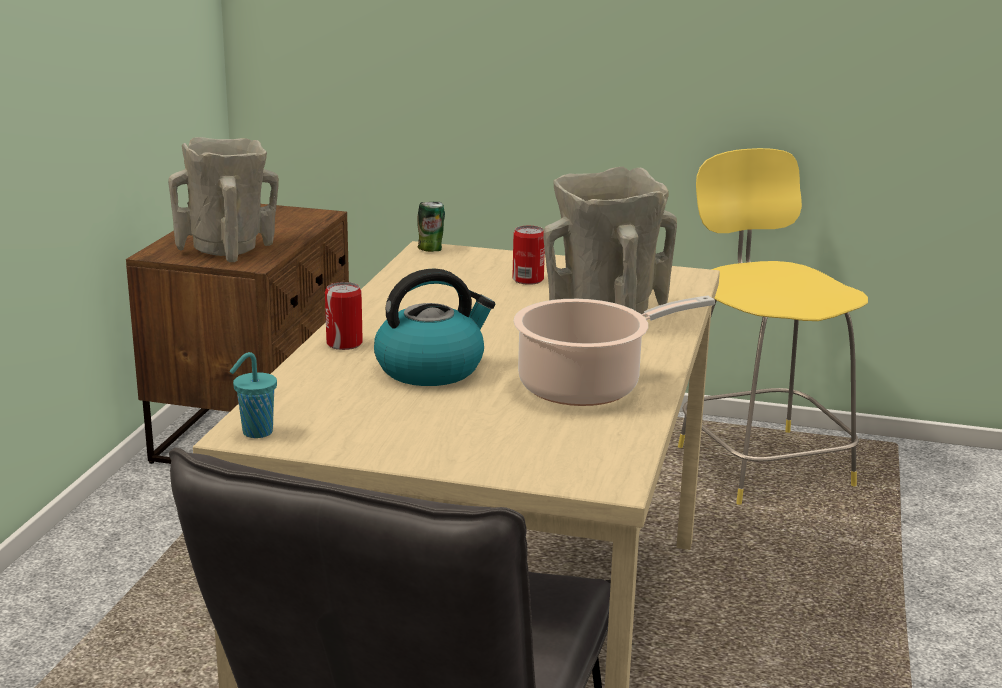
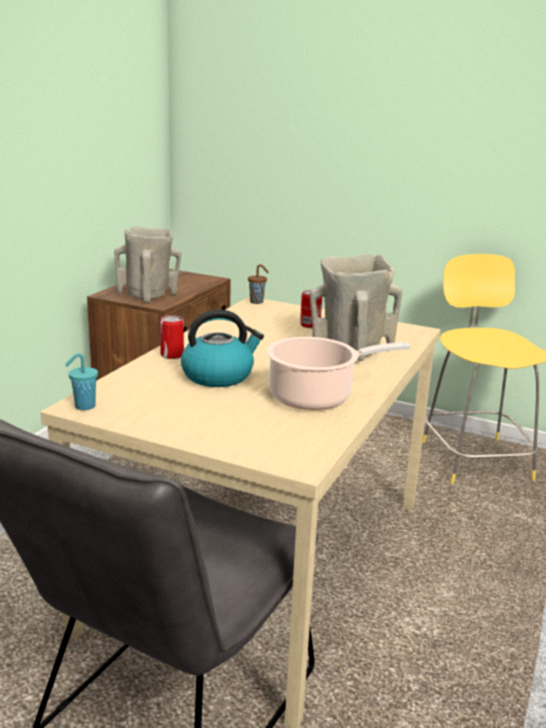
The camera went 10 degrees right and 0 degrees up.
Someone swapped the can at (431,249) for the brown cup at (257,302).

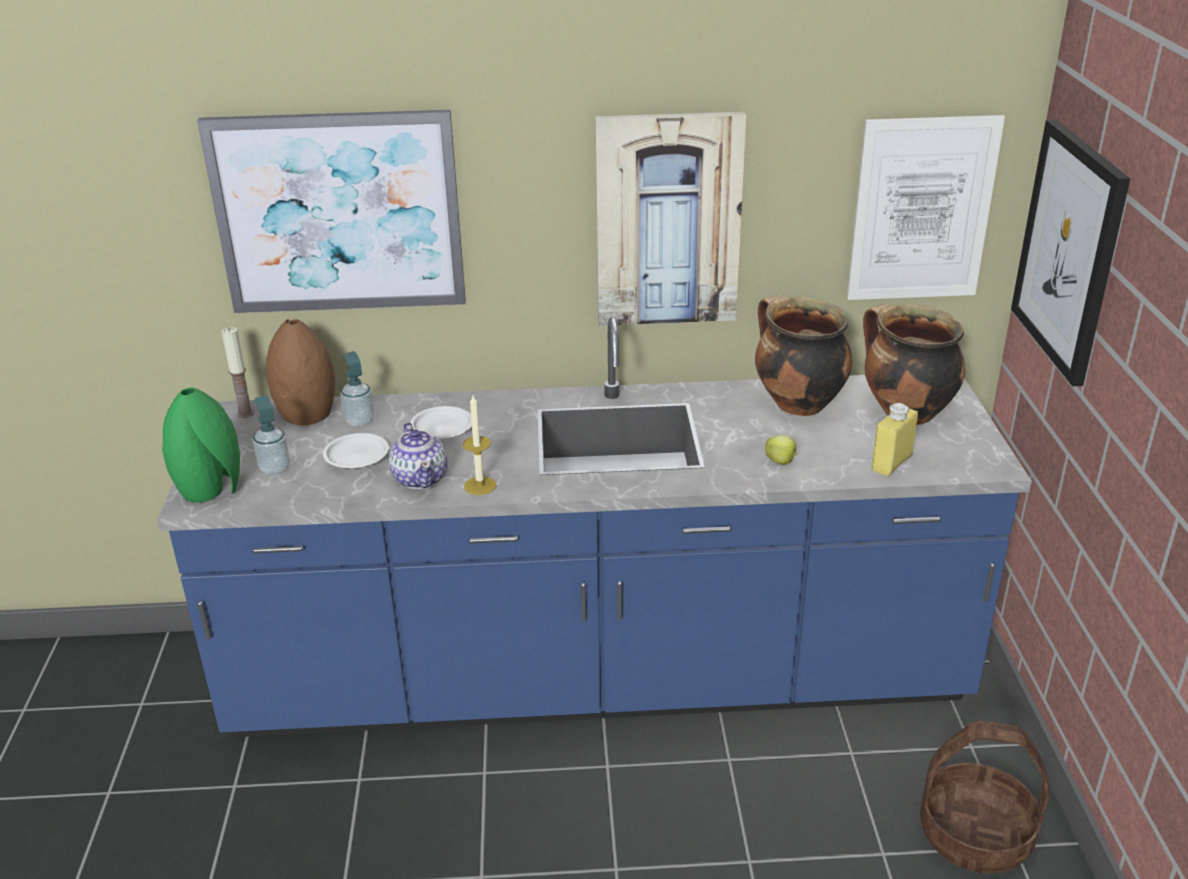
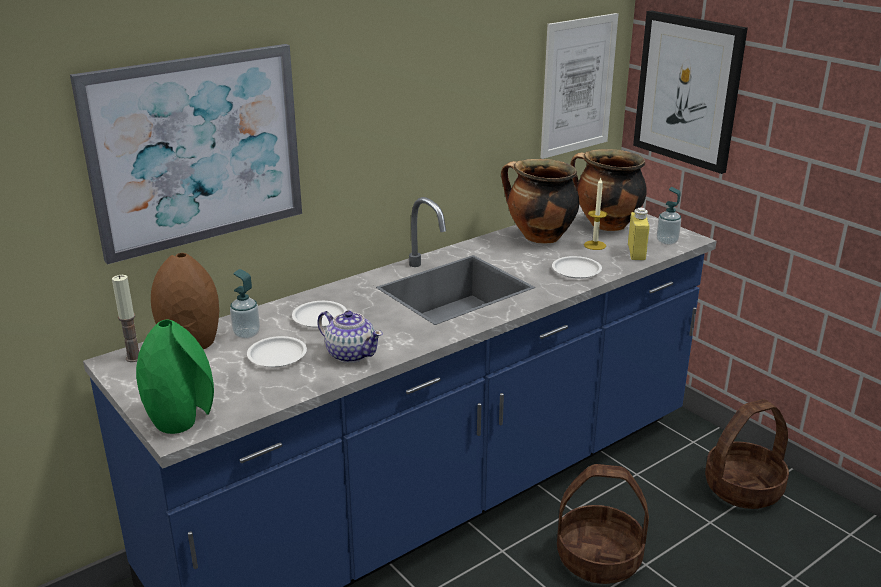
The camera went 35 degrees left and 5 degrees down.
Someone took away the picture at (668,220).
Someone put down the basket at (599,558).
Someone carried the soap dispenser from (275,469) to (667,241).
Someone carried the candle from (480,485) to (595,245).
Someone swapped the apple fruit at (781,462) for the white-coloured dinner plate at (576,270).

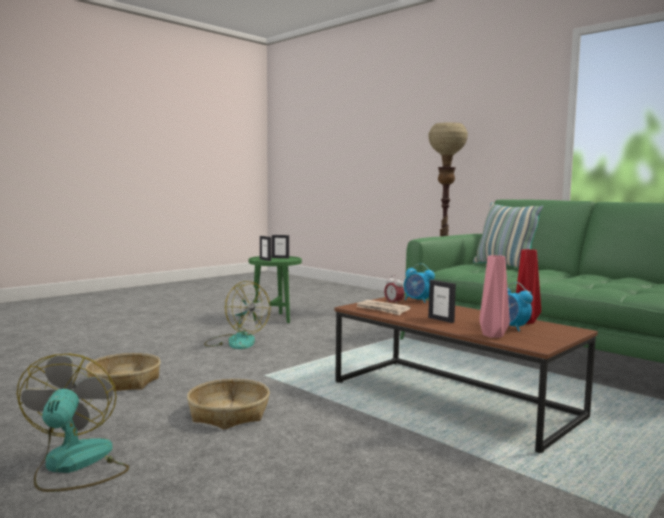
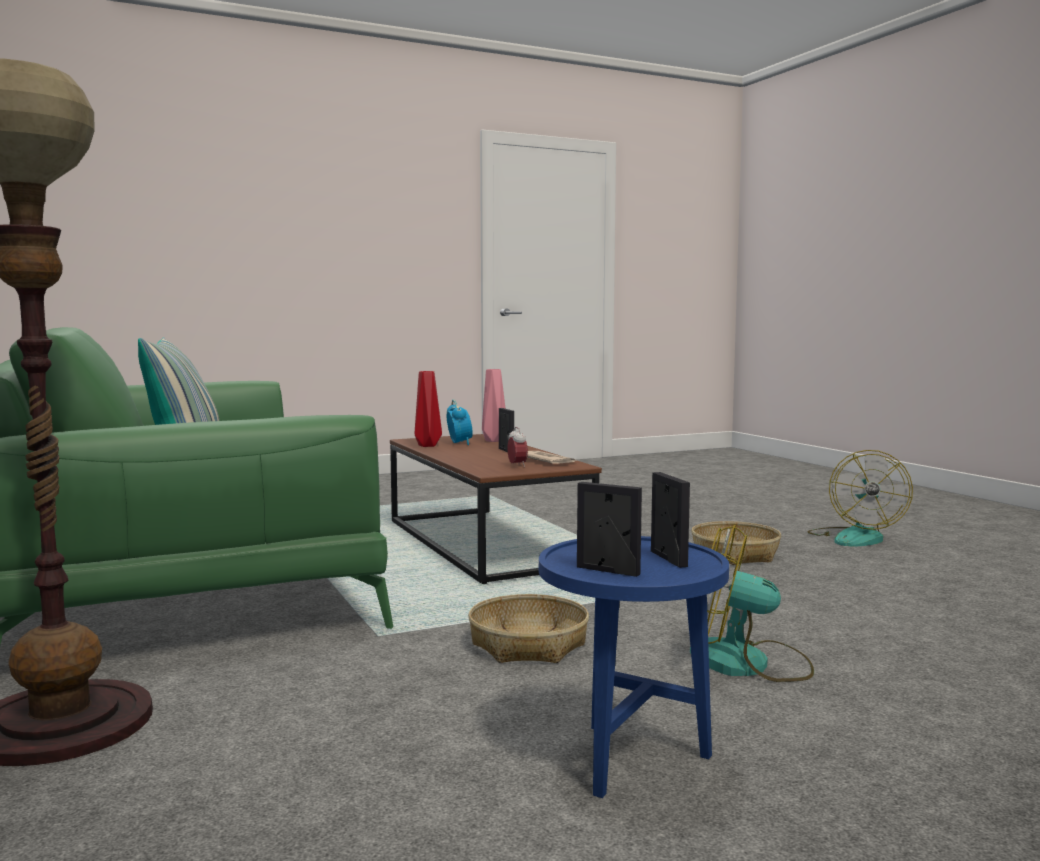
The camera went 160 degrees left and 0 degrees up.
Someone took away the table clock at (417,301).
Someone carried the basket from (125,381) to (528,644).
Someone repainted the greenish accent table at (275,318), which became the bluish accent table at (629,763).
Someone rotated the fan at (236,341) by 45 degrees counterclockwise.

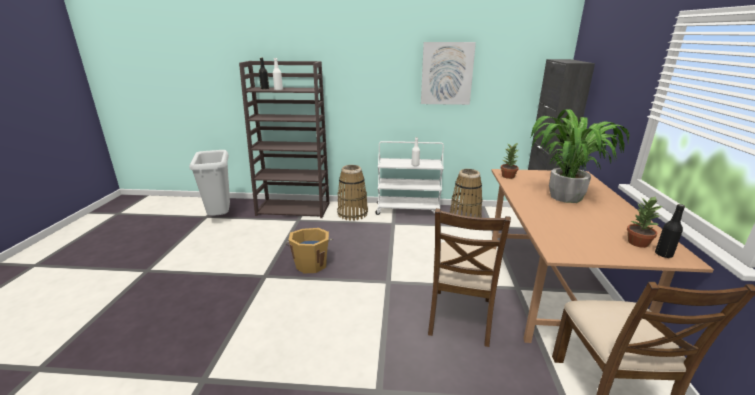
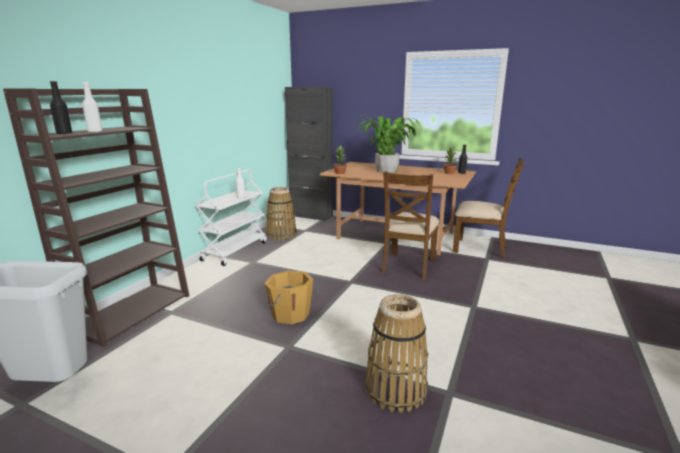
The camera went 70 degrees left and 5 degrees down.
Someone took away the picture at (447,73).
Someone carried the basket from (352,213) to (395,390).
Someone rotated the brown plain chair at (460,316) by 75 degrees clockwise.

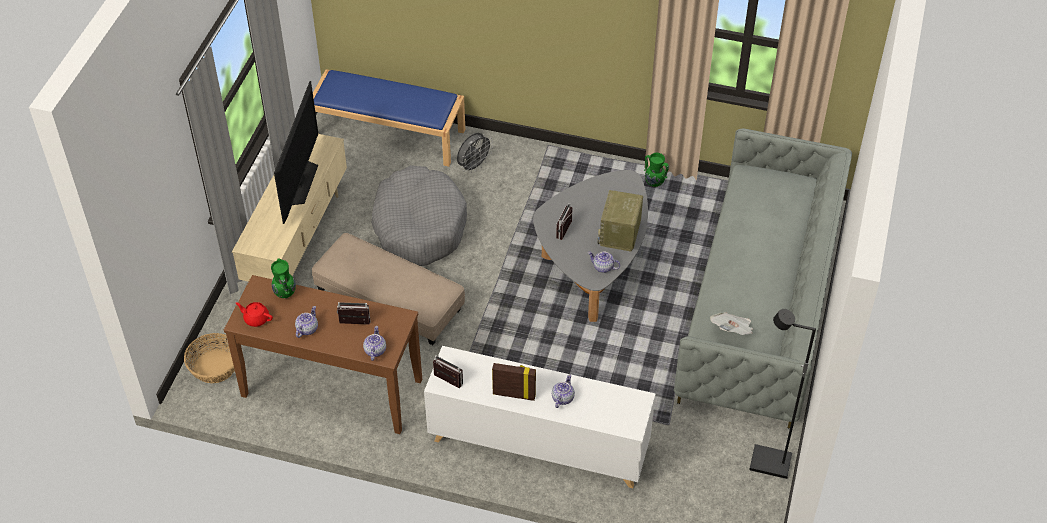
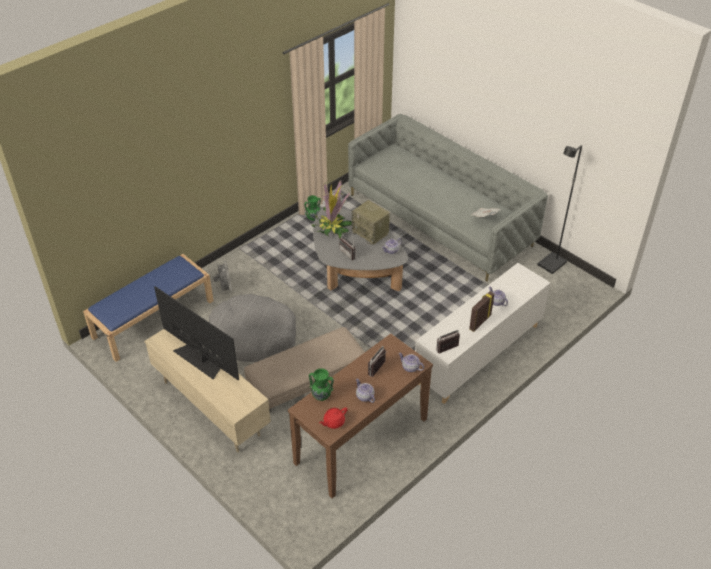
The camera went 60 degrees left and 5 degrees down.
Someone took away the basket at (214,366).
Someone put down the potted plant at (331,228).

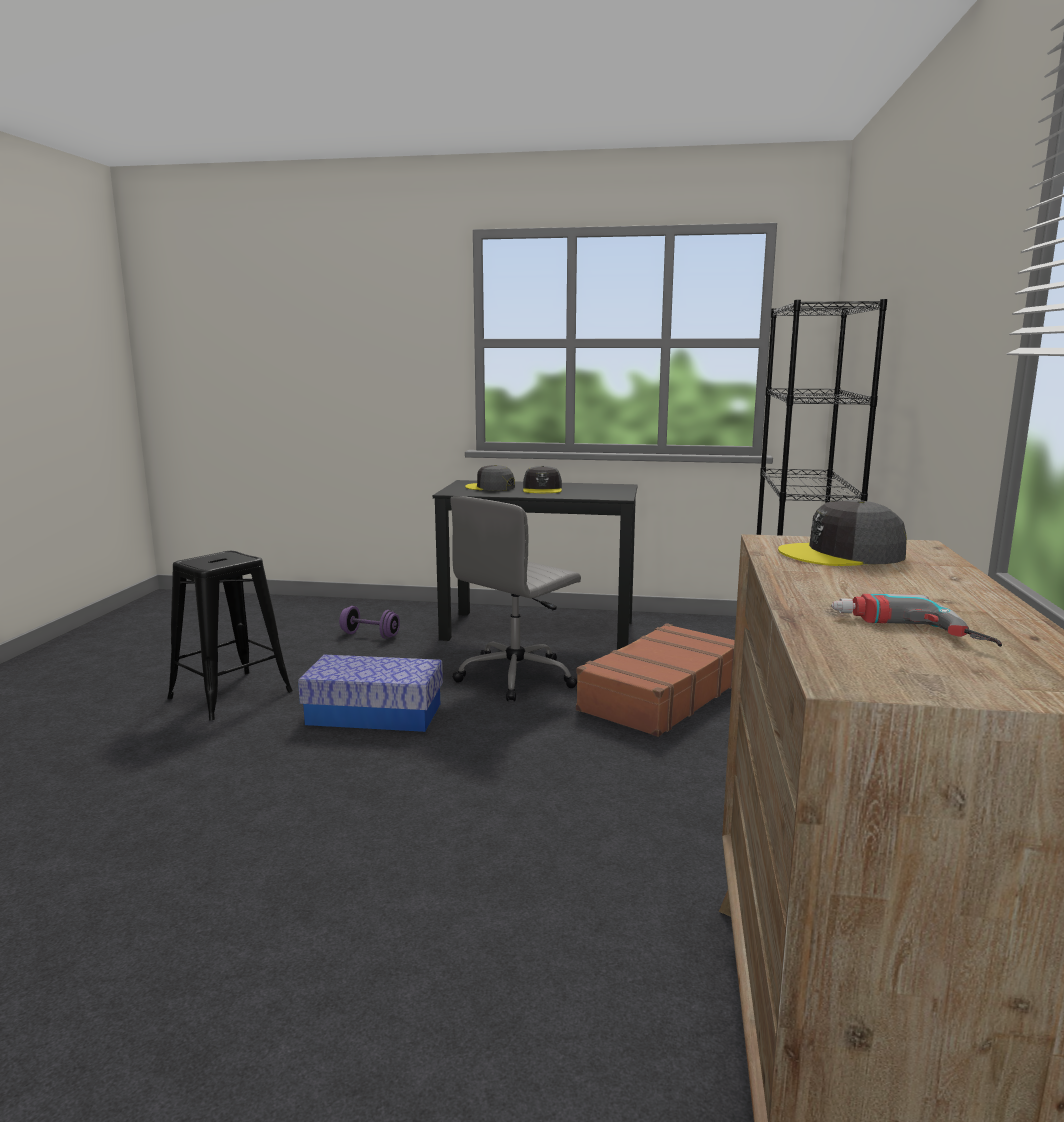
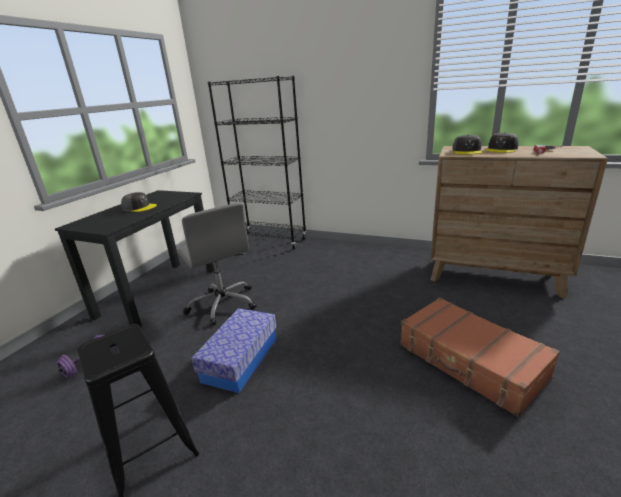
The camera went 75 degrees left and 10 degrees up.
Someone carried the greyish peaked cap from (490,487) to (501,149).
Someone carried the brown travel case from (660,695) to (470,362).

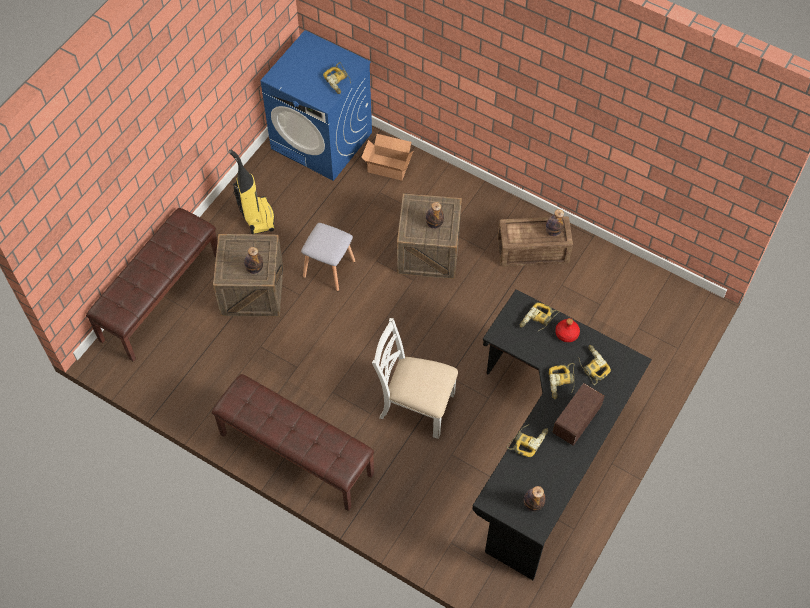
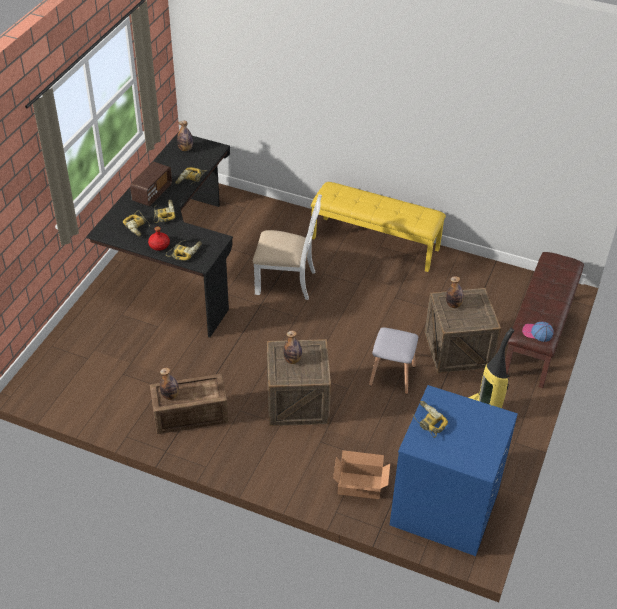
The camera went 170 degrees right and 15 degrees down.
Someone put down the peaked cap at (537,333).
Someone repainted the brown indoor bench at (295,454), which became the yellow-coloured indoor bench at (375,243).

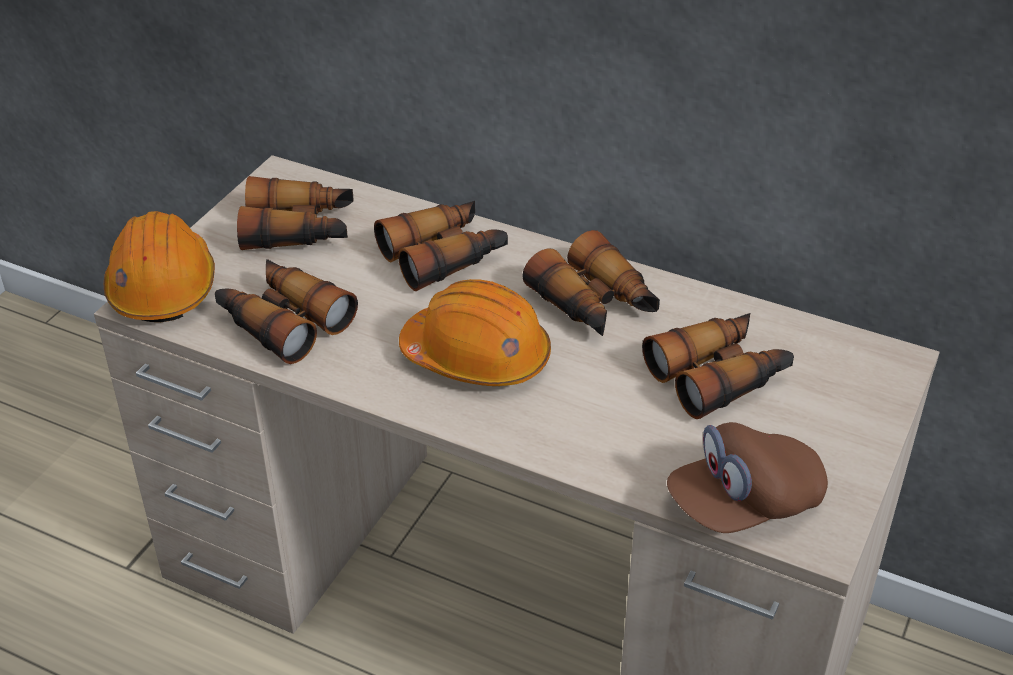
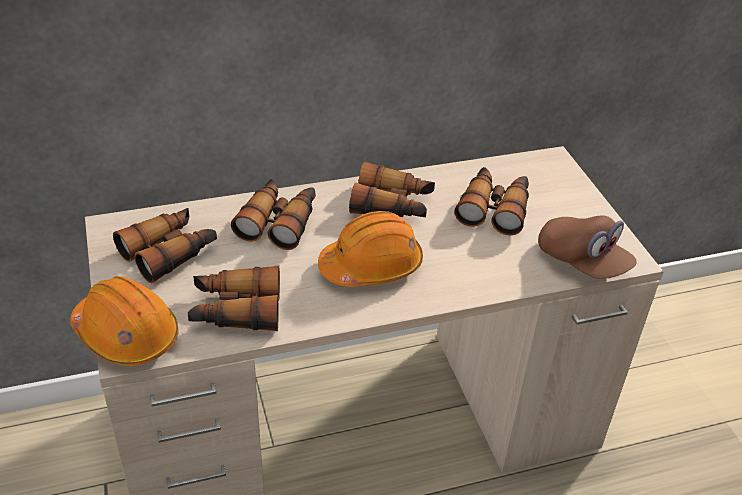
The camera went 45 degrees left and 0 degrees up.
Someone rotated the brown peaked cap at (744,504) by 60 degrees counterclockwise.

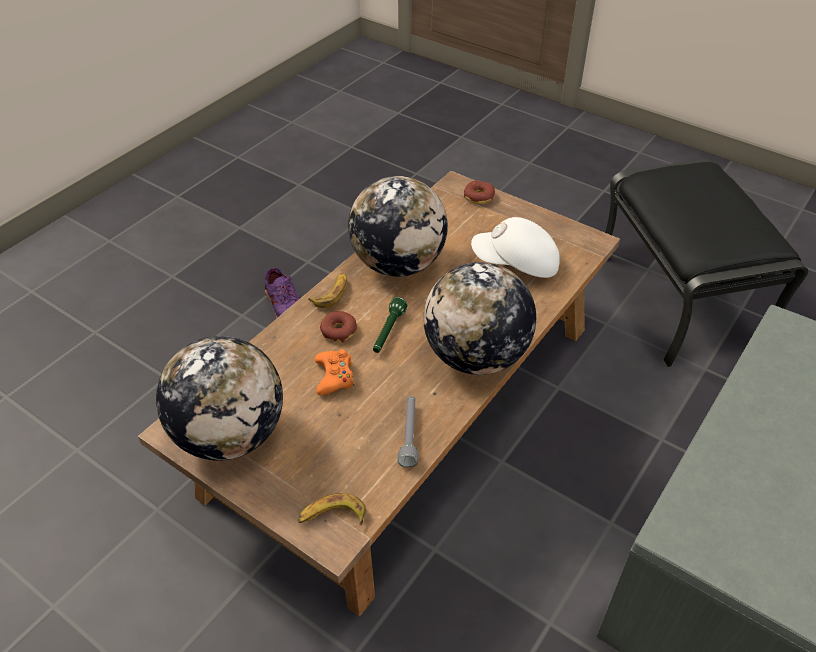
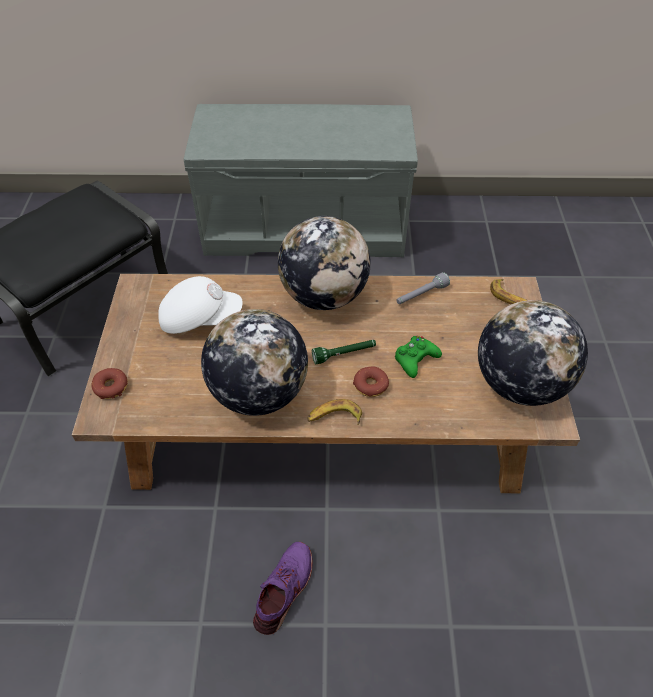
The camera went 125 degrees left and 5 degrees up.
Someone repainted the orangey game controller at (334,377), which became the greenish game controller at (415,359).
Someone rotated the white-coloured peaked cap at (516,264) by 60 degrees counterclockwise.

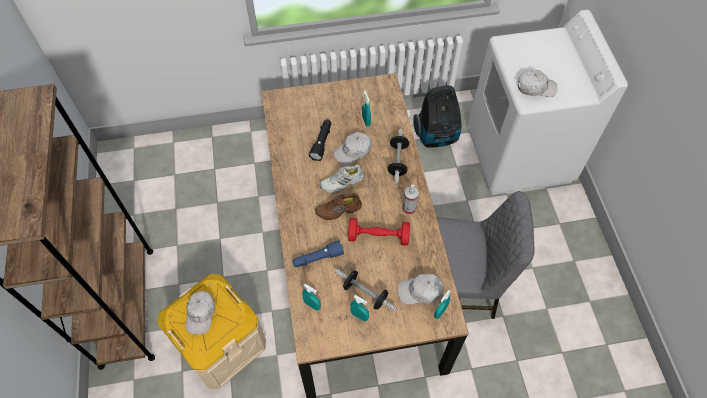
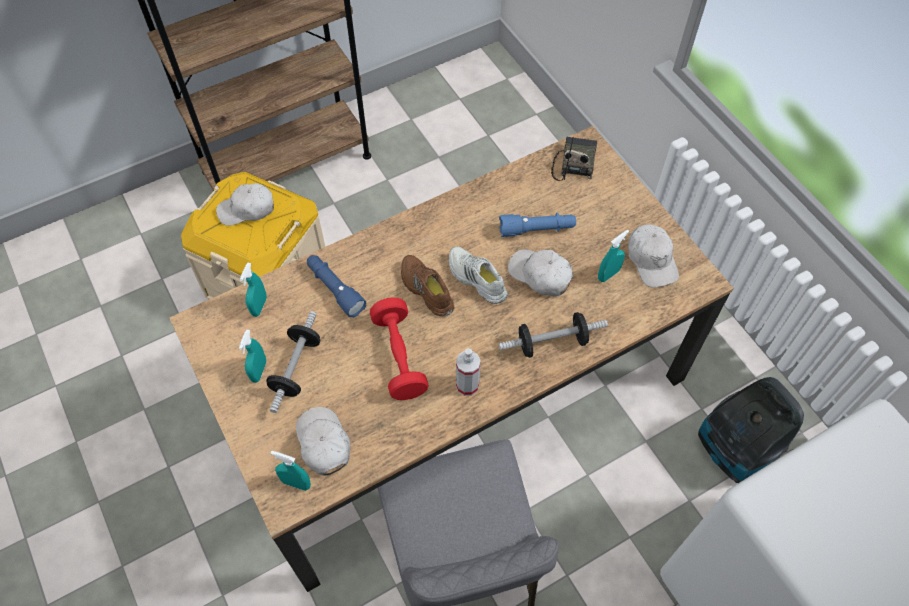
The camera went 70 degrees right and 0 degrees up.
Someone put down the radio set at (573,163).
Someone carried the white-coloured peaked cap from (535,87) to (651,260).
Someone repainted the black flashlight at (322,142), which became the bluish flashlight at (537,229).

